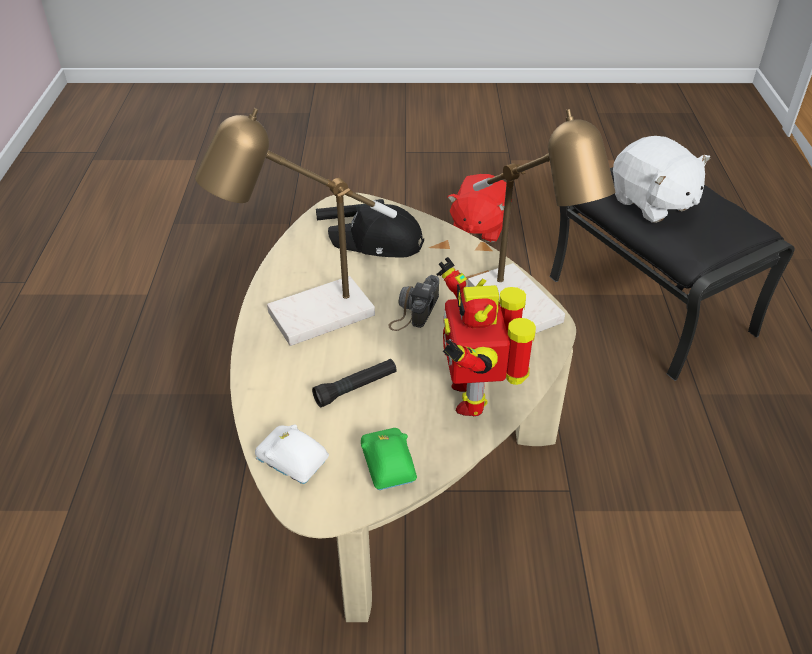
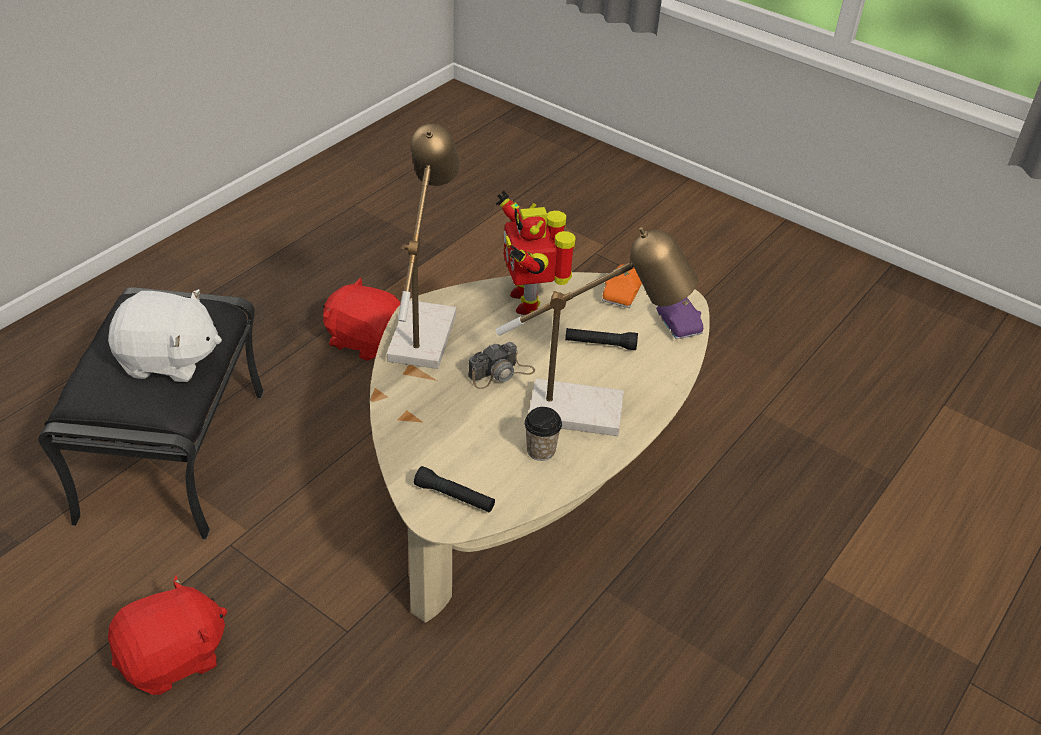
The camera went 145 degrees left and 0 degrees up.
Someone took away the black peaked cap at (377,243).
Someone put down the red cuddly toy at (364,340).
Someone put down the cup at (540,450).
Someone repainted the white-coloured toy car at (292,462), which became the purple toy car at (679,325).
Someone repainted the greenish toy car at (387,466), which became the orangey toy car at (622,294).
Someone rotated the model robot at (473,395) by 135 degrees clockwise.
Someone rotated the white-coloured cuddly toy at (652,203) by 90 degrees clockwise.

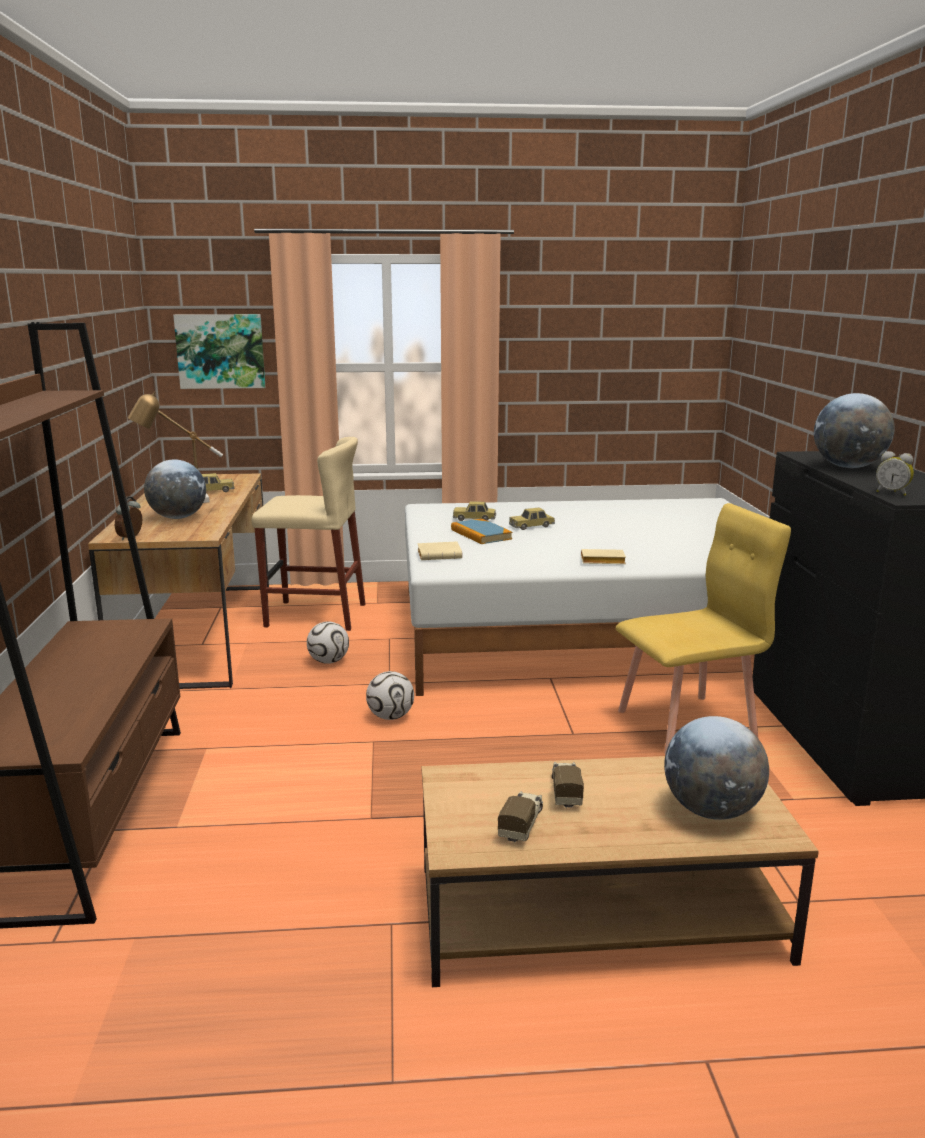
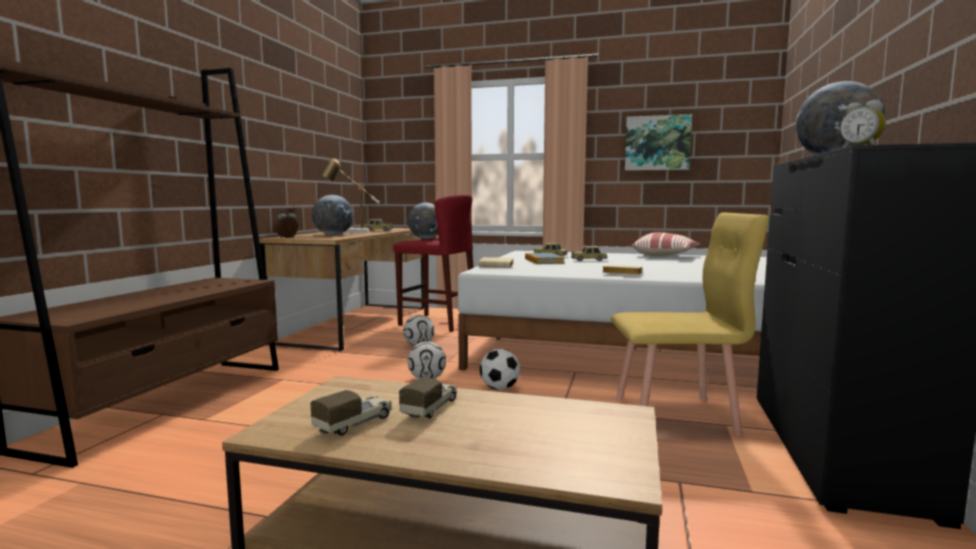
The camera went 20 degrees right and 10 degrees down.
Someone put down the football at (499,388).
Someone put down the pillow at (665,256).
Someone carried the picture from (220,351) to (657,143).
Someone carried the globe from (711,811) to (426,238).
Someone repainted the beige stool at (315,615), which became the red stool at (438,323).

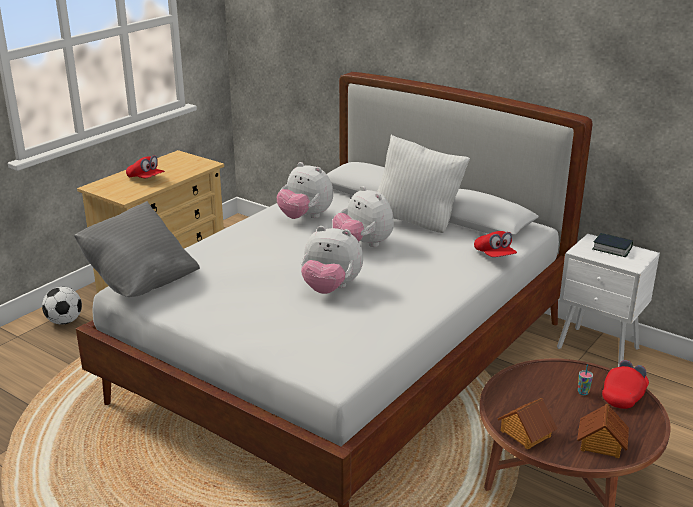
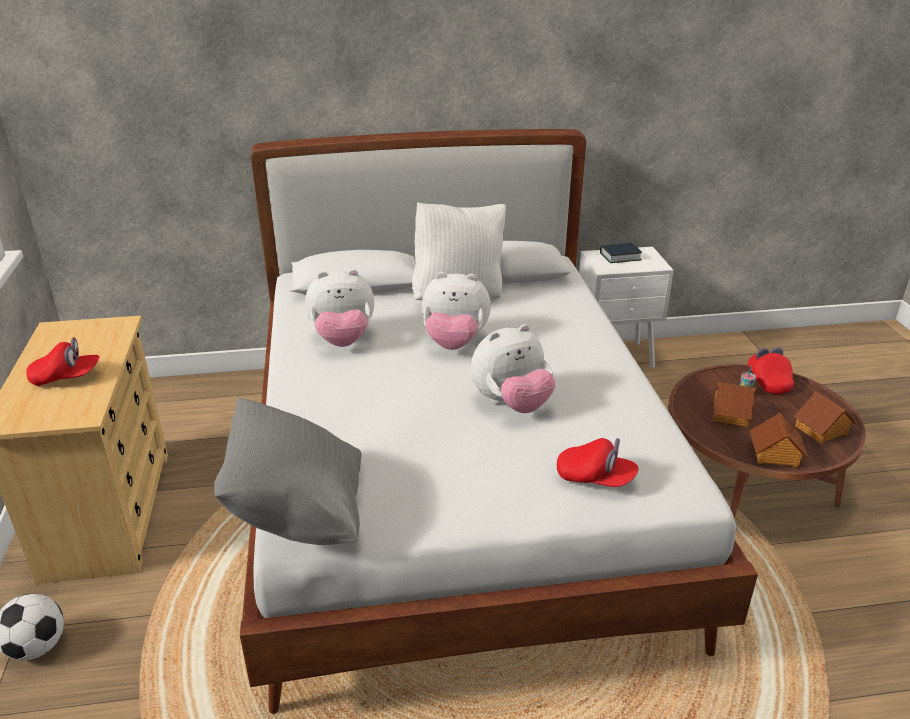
The camera went 45 degrees left and 5 degrees up.
Someone put down the miniature house at (729,413).
Someone carried the red peaked cap from (494,256) to (595,478).

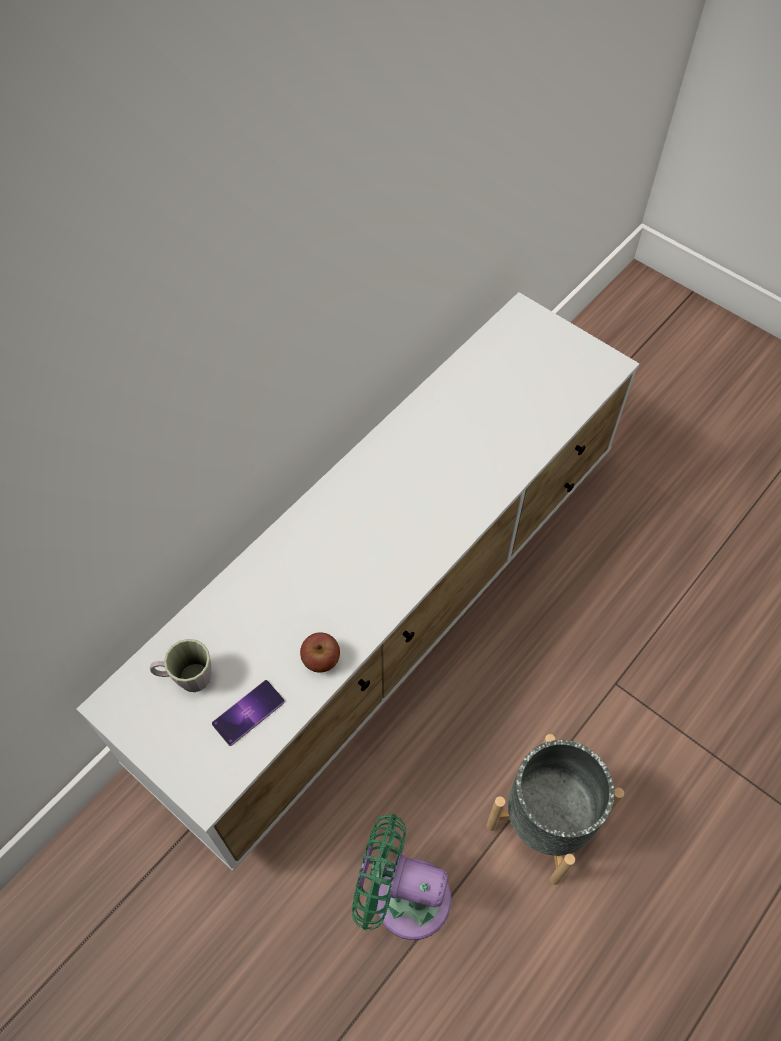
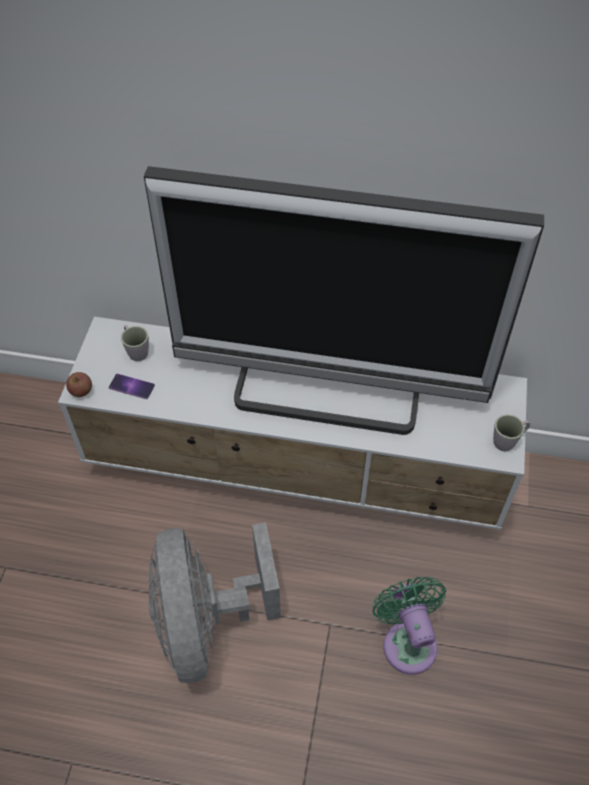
The camera went 60 degrees right and 5 degrees down.
Someone put down the TV set at (328,390).
Someone put down the greyish coffee mug at (508,440).
Someone carried the apple fruit from (321,659) to (81,391).
Someone carried the greenish fan from (403,895) to (408,641).
Someone swapped the greyish plant pot at (545,821) for the greyish fan at (207,622).

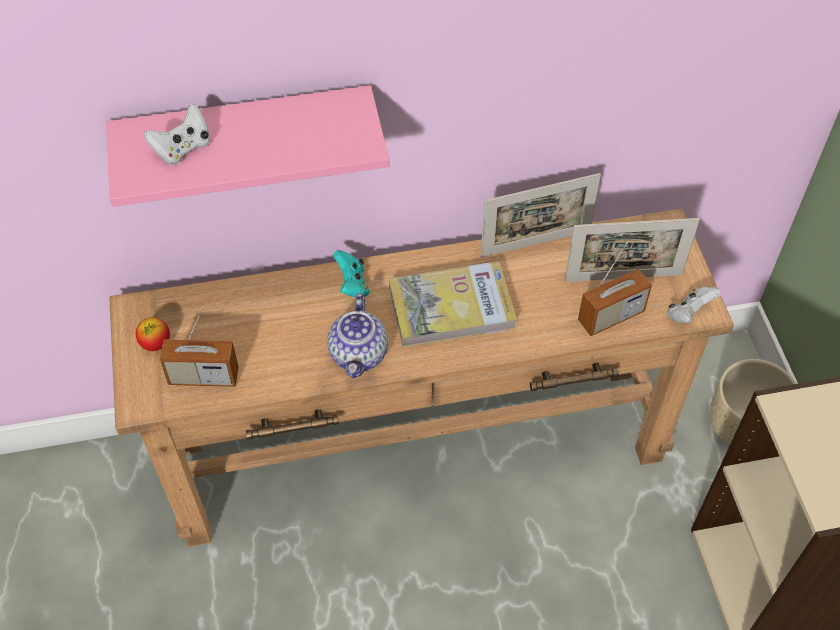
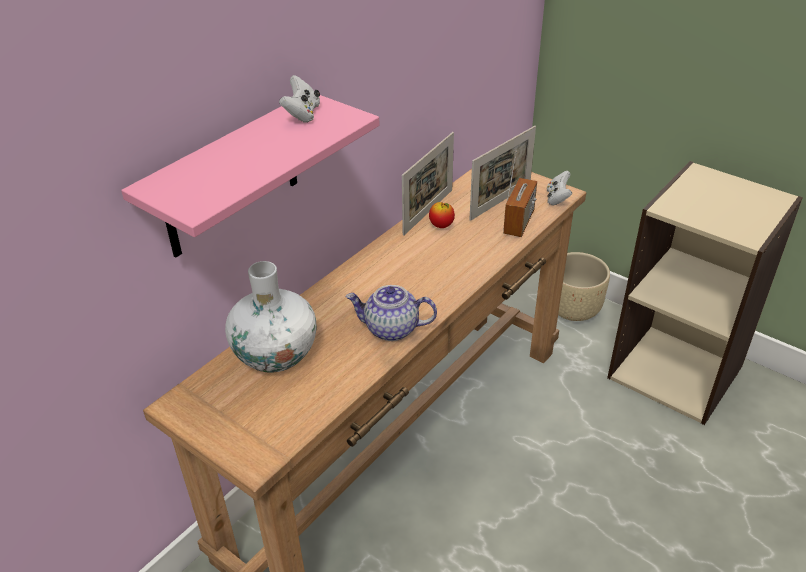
The camera went 40 degrees left and 15 degrees down.
Someone took away the radio set at (203,377).
Someone took away the blue-green game controller at (352,284).
Someone took away the book at (451,308).
Someone put down the white-coloured decorative vase at (276,355).
Someone carried the apple fruit from (156,344) to (441,226).
Someone carried the white-coloured game controller from (183,149) to (302,114).
Someone rotated the teapot at (359,355) by 135 degrees clockwise.

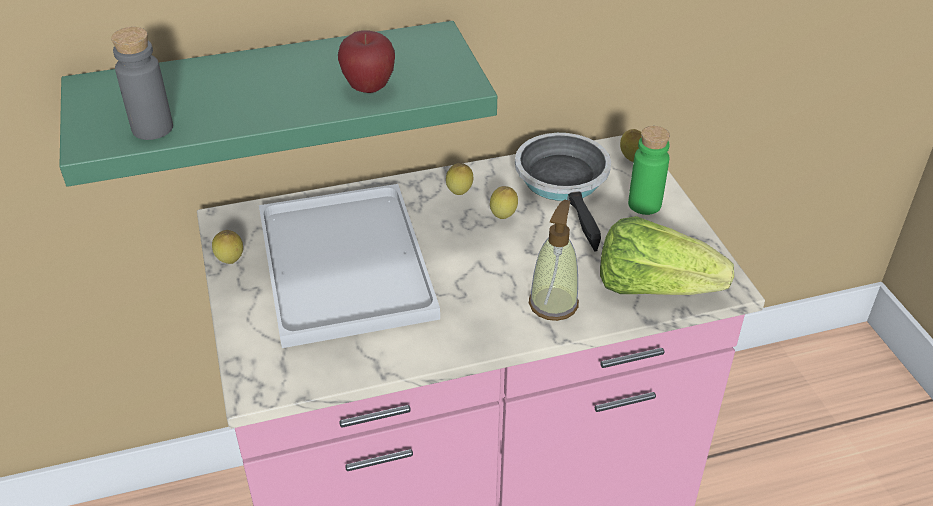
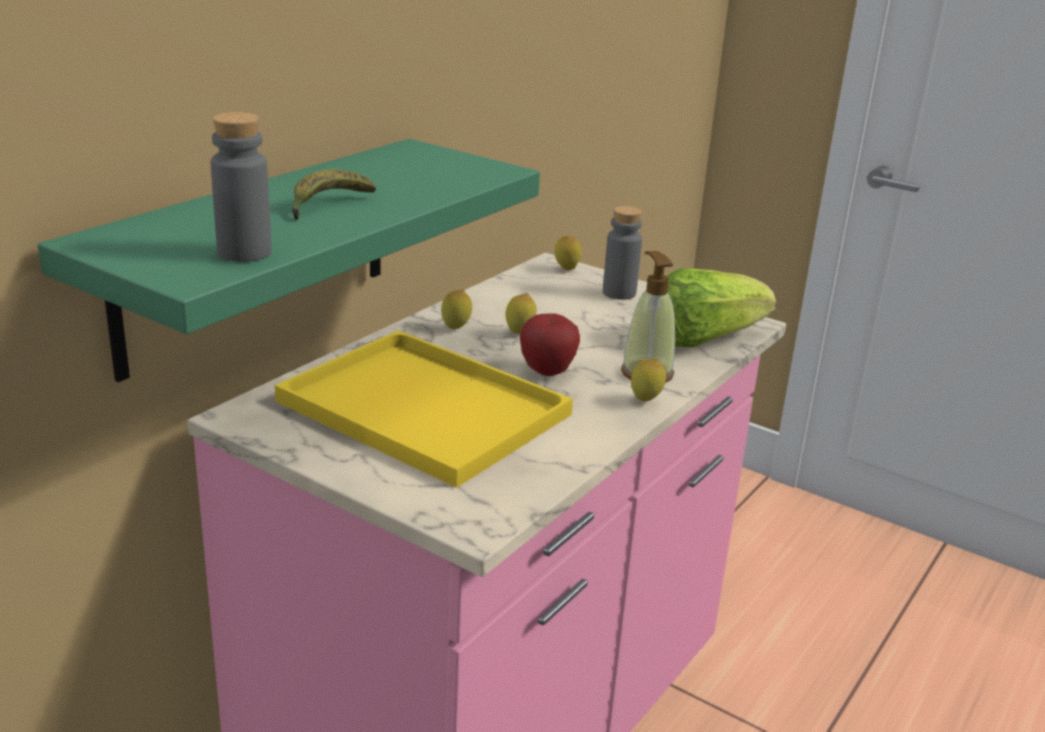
The camera went 40 degrees left and 15 degrees down.
Someone took away the pan at (565,183).
Someone put down the whole banana at (327,205).
Someone carried the lemon from (231,262) to (645,401).
Someone carried the apple fruit from (368,88) to (547,372).
Someone repainted the white-coloured tray at (348,267), which became the yellow-coloured tray at (429,408).
Someone repainted the greenish drink bottle at (644,204), which became the greyish drink bottle at (619,293).

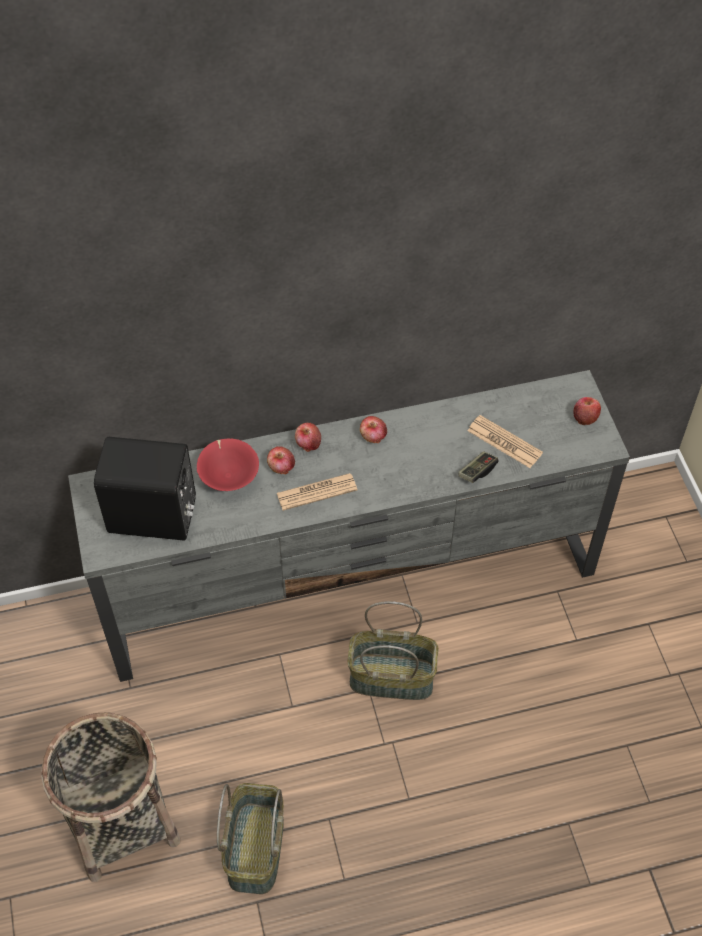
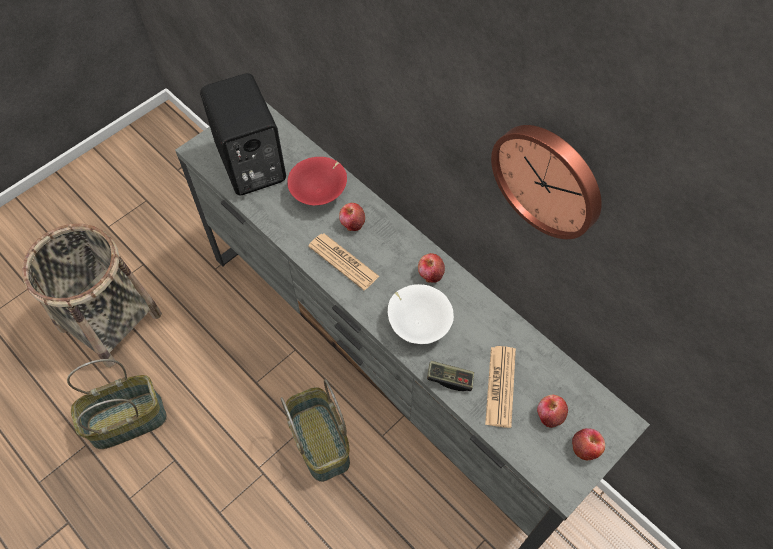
The camera went 60 degrees right and 5 degrees up.
Someone put down the white-coloured serving bowl at (418,323).
Someone put up the wall clock at (549,179).
Someone carried the apple fruit from (308,444) to (549,415).

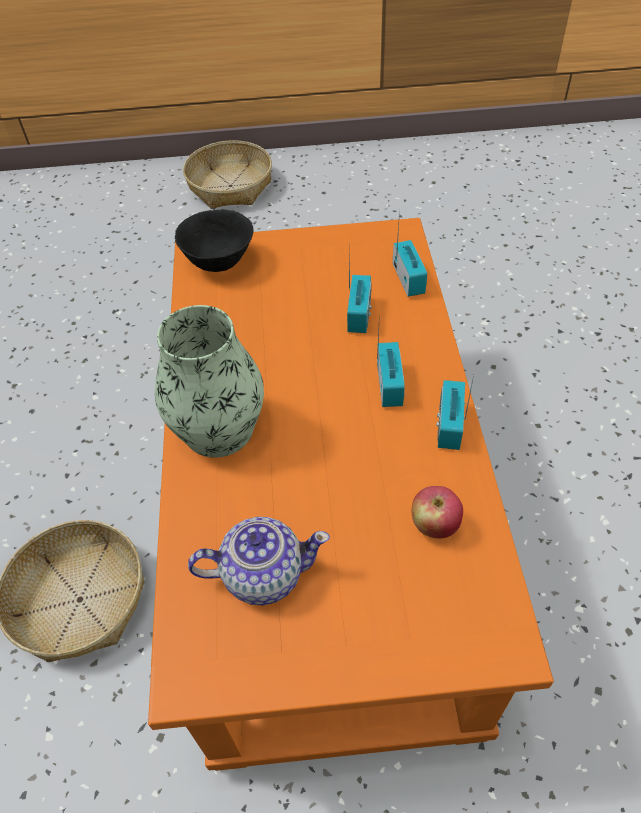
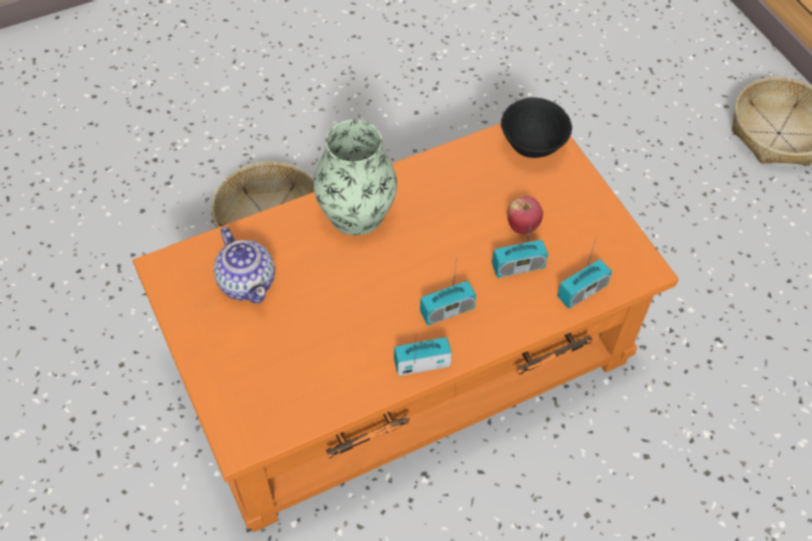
The camera went 65 degrees right and 5 degrees up.
Someone carried the apple fruit from (434,525) to (522,226).

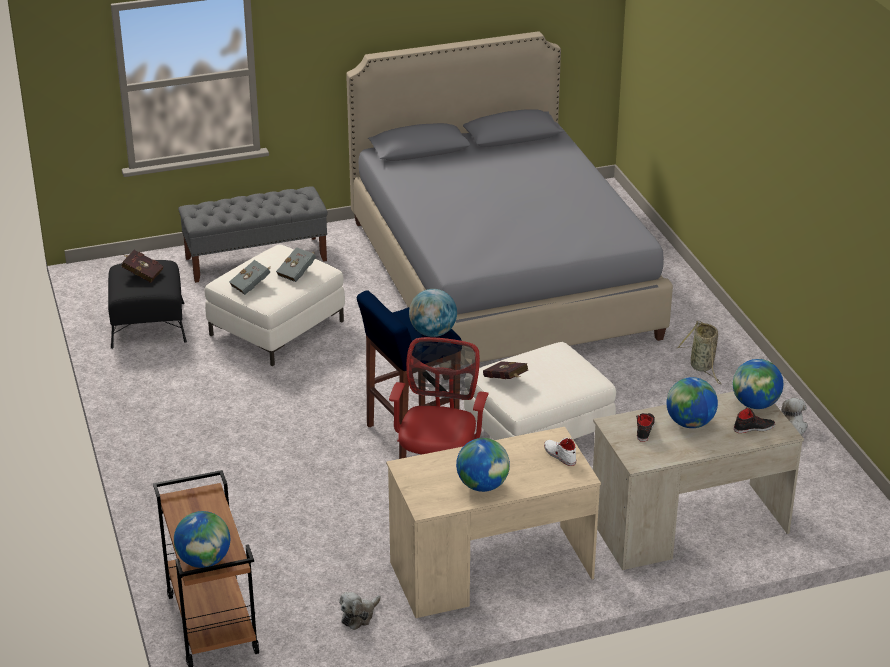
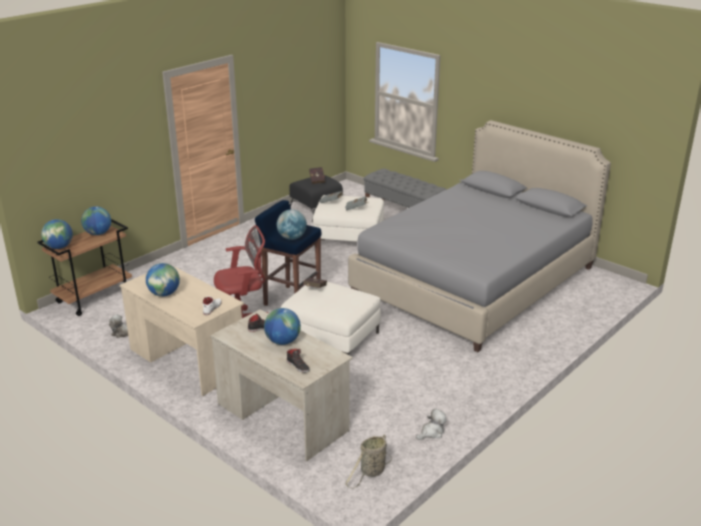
The camera went 60 degrees right and 5 degrees down.
Someone carried the basket from (702,367) to (371,472).
Someone carried the globe from (755,404) to (98,233).

